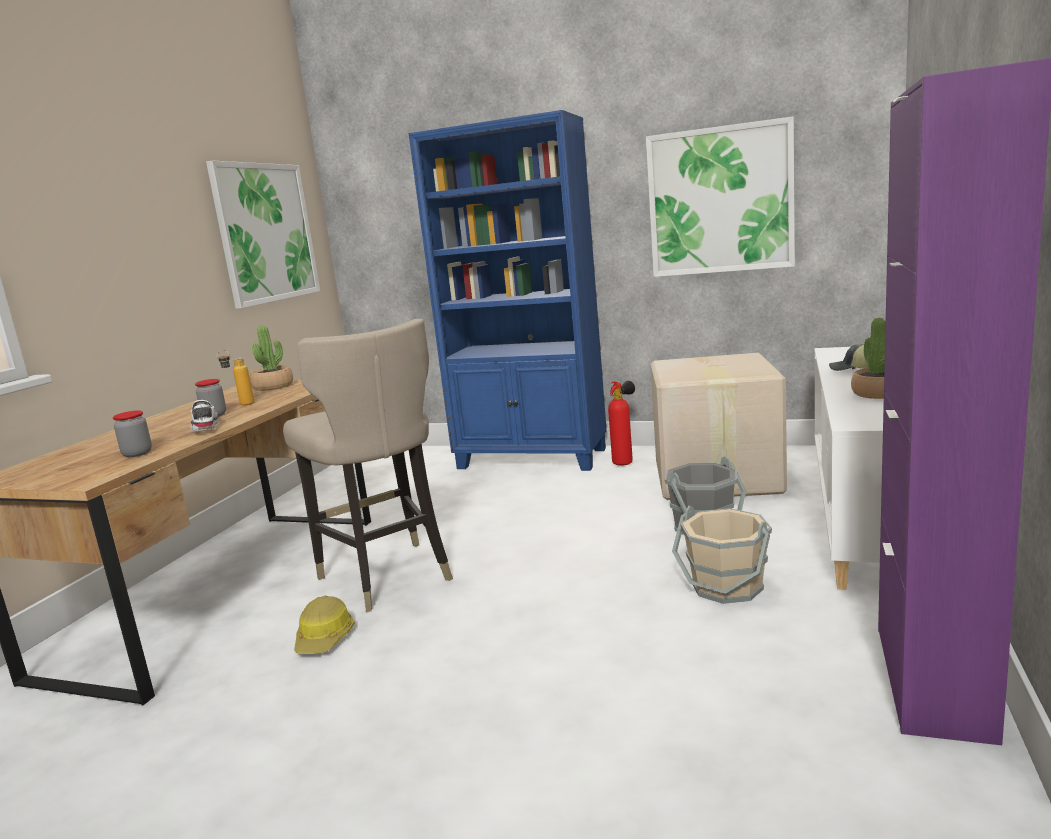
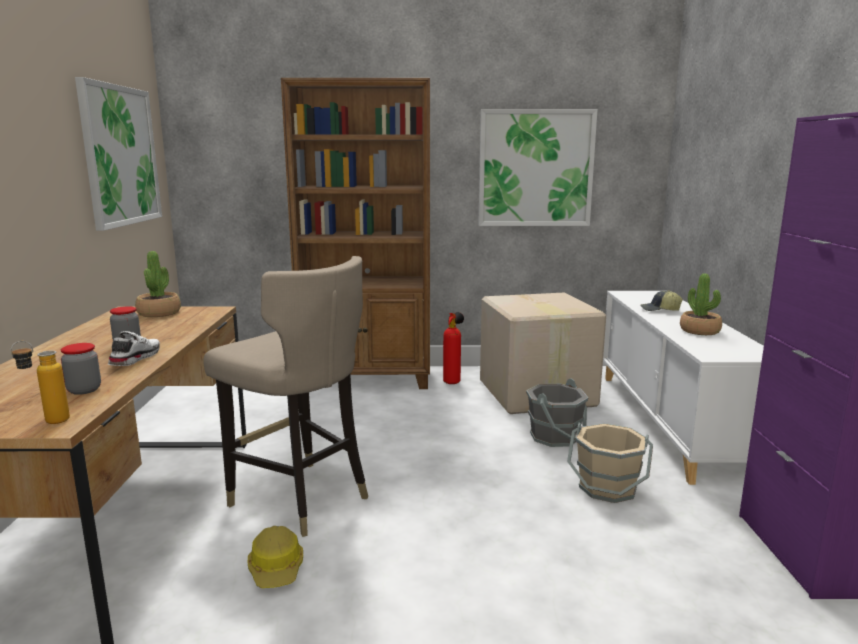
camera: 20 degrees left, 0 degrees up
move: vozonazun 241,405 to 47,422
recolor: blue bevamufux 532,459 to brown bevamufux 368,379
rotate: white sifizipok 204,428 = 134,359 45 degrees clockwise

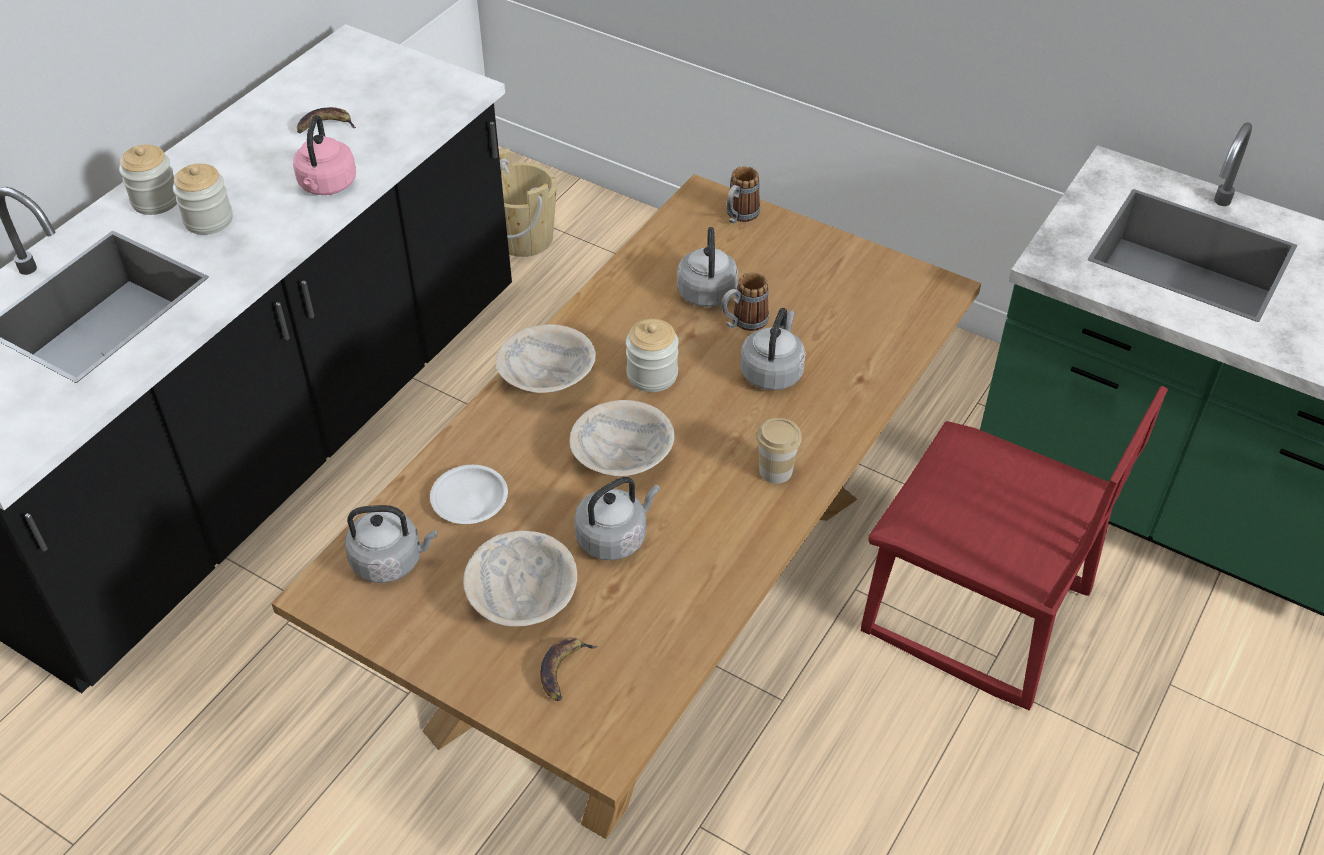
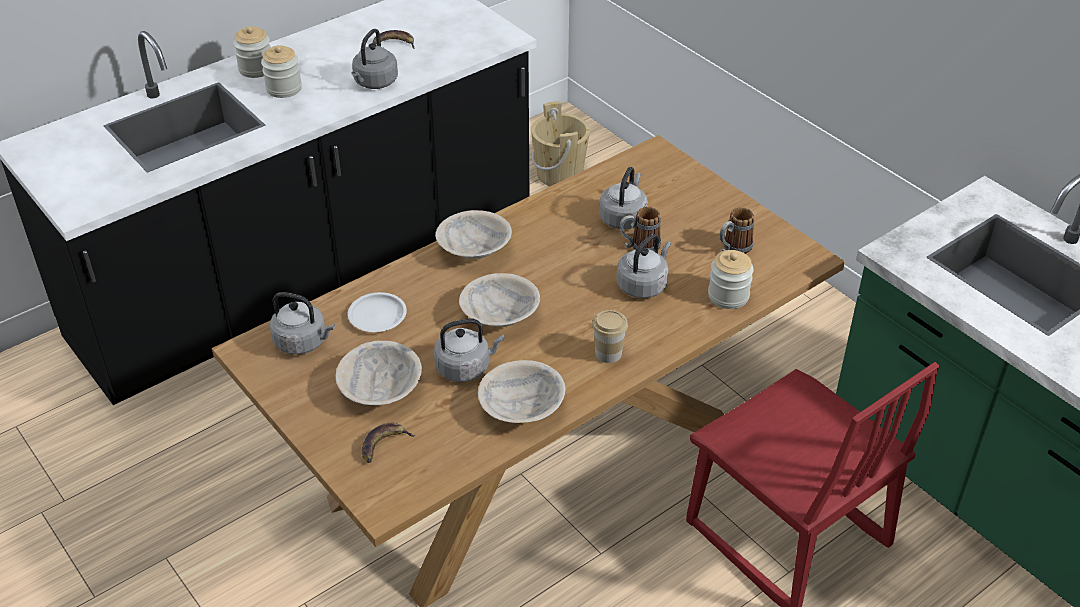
camera: 20 degrees right, 5 degrees down
insert: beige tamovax 522,408
move: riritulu 652,375 to 728,296; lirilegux 739,216 to 733,249
recolor: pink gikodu 327,186 to grey gikodu 374,83

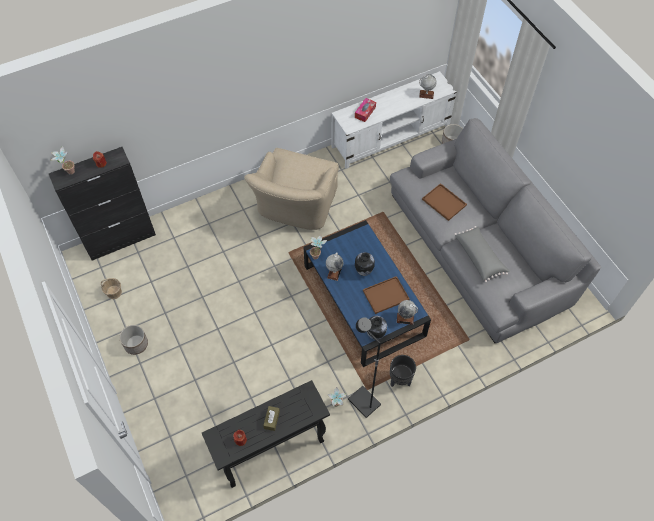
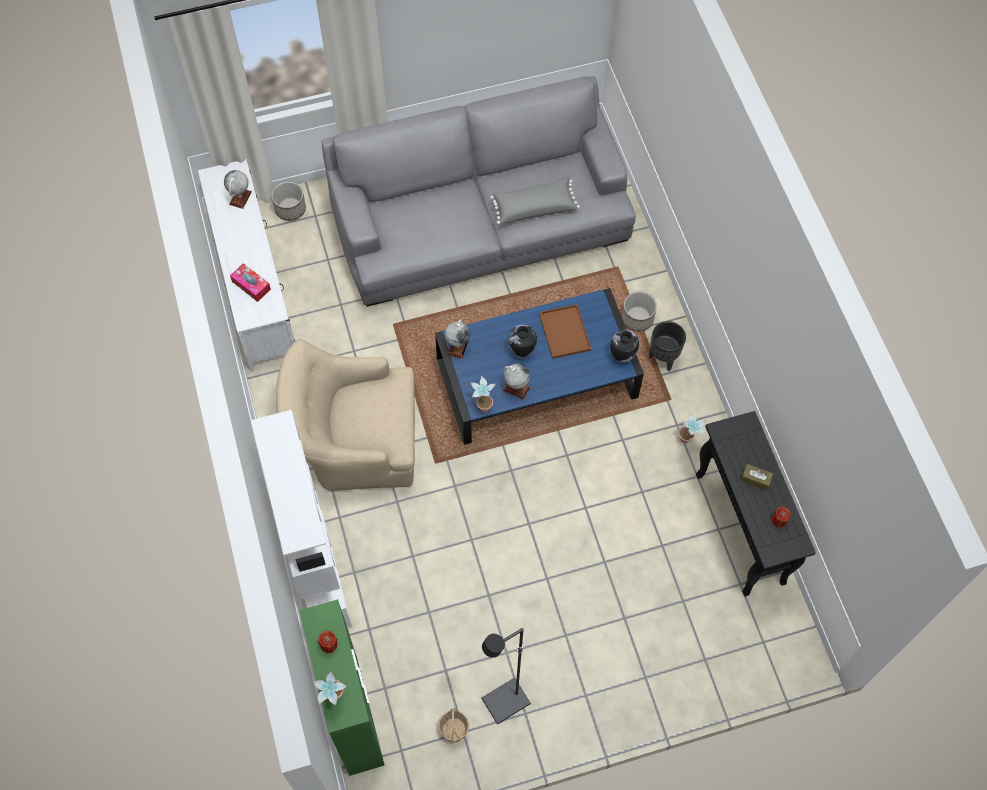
camera: 80 degrees left, 5 degrees up
delete: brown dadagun 445,202
insert: white bevamufux 318,571
move: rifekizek 136,344 to 637,319; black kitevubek 363,402 to 506,702; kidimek 405,318 to 458,347
recolor: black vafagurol 121,239 to green vafagurol 353,714
rotate: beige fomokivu 295,207 = 354,441 150 degrees clockwise

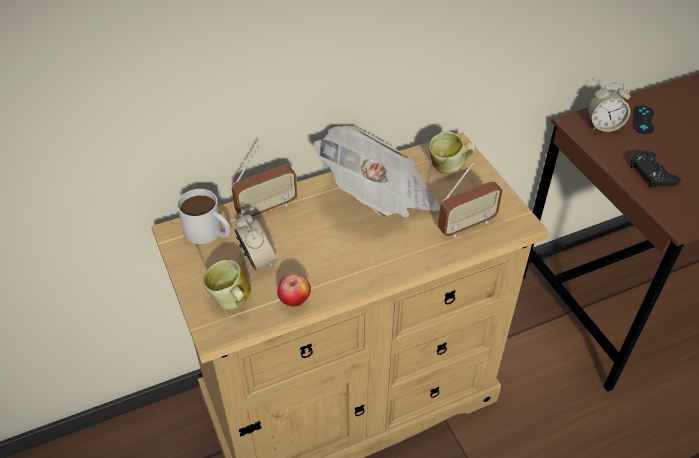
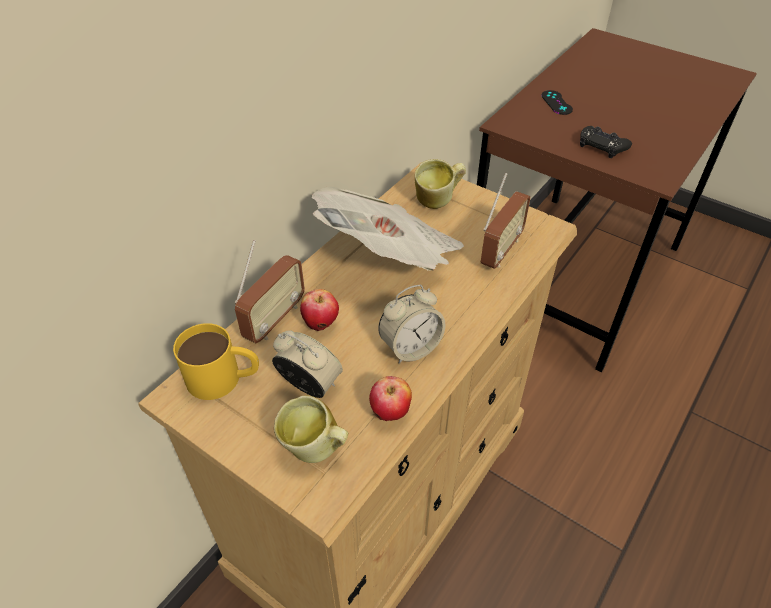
camera: 30 degrees left, 0 degrees up
insert: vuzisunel 321,324
move: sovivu 603,126 to 410,348
recolor: white lirilegux 209,233 to yellow lirilegux 224,378

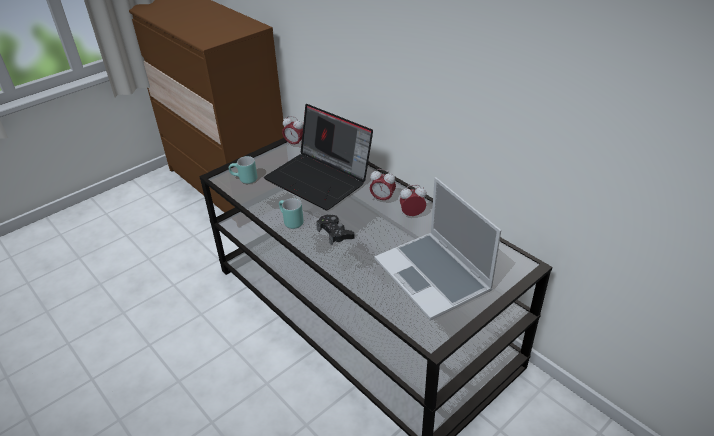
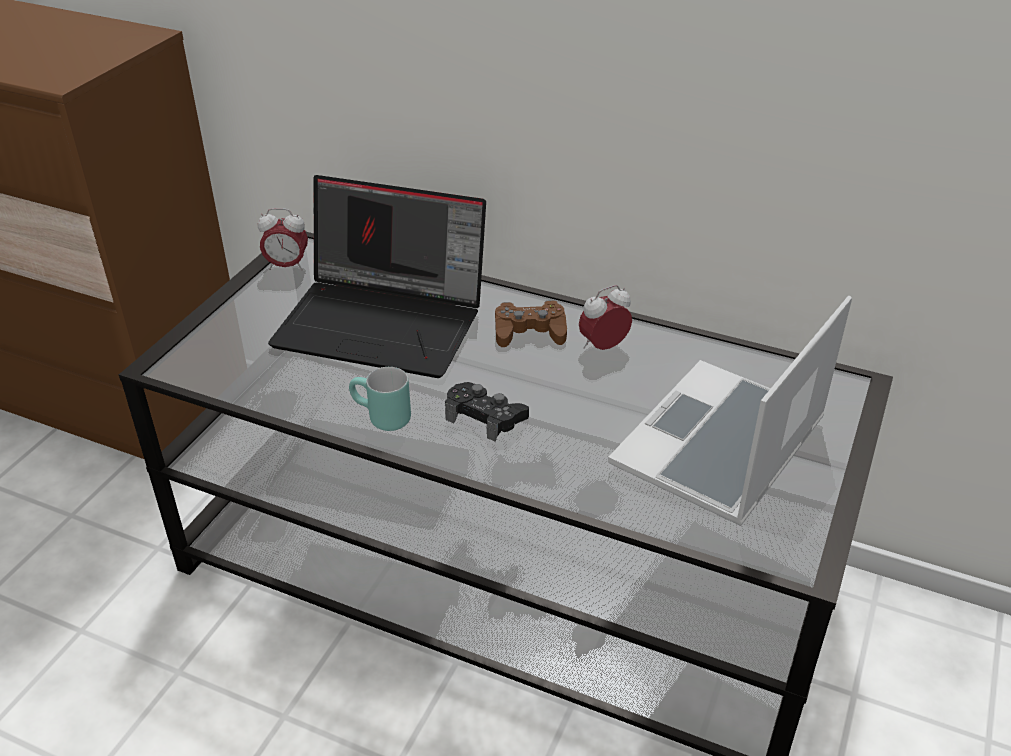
camera: 25 degrees left, 0 degrees up
delete: turquoise lirilegux 244,180
replace: sovivu 382,199 to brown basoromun 530,332
rotate: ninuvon 434,276 = 720,447 90 degrees clockwise

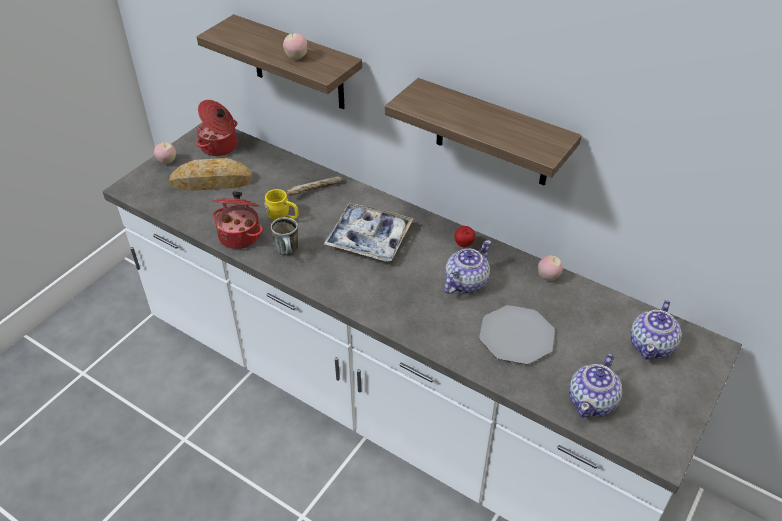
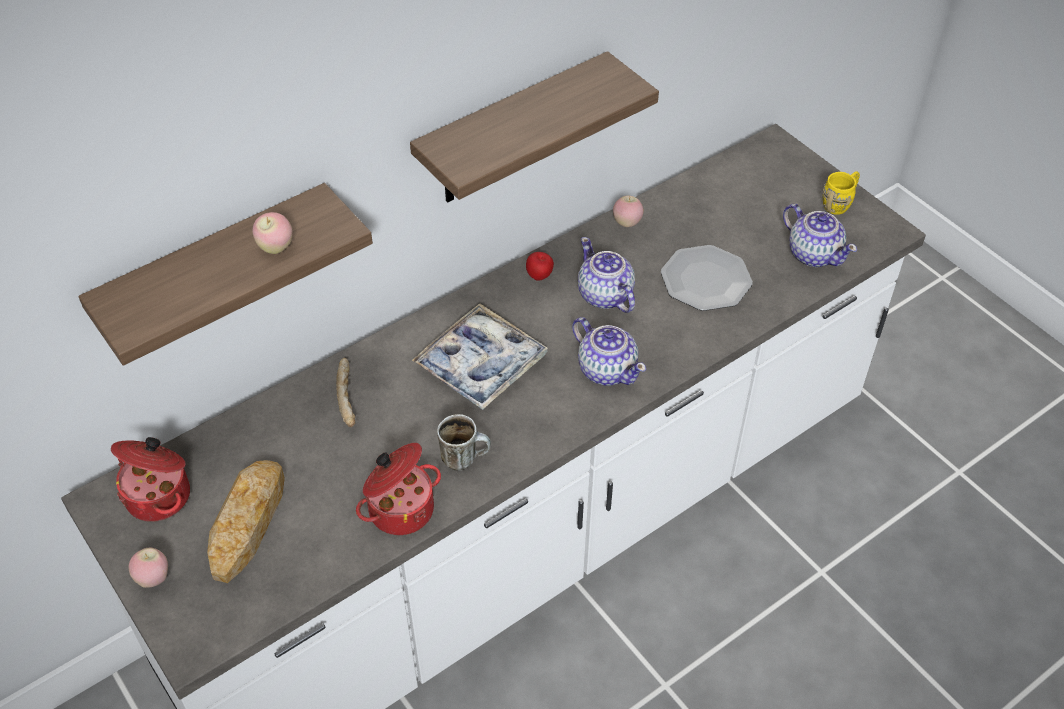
camera: 70 degrees left, 5 degrees up
move: yellow lirilegux 283,217 to 840,203; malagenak 652,345 to 607,369

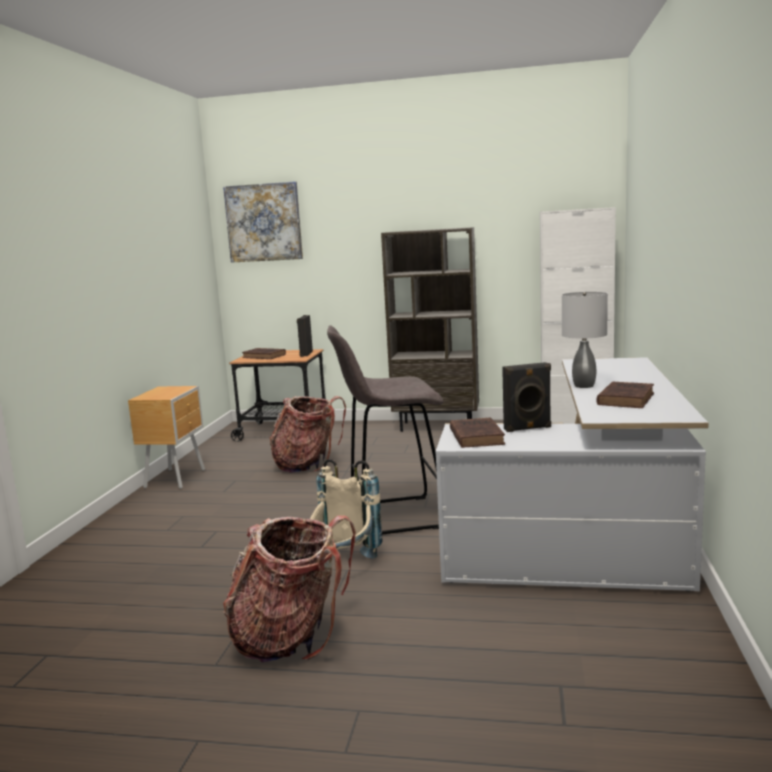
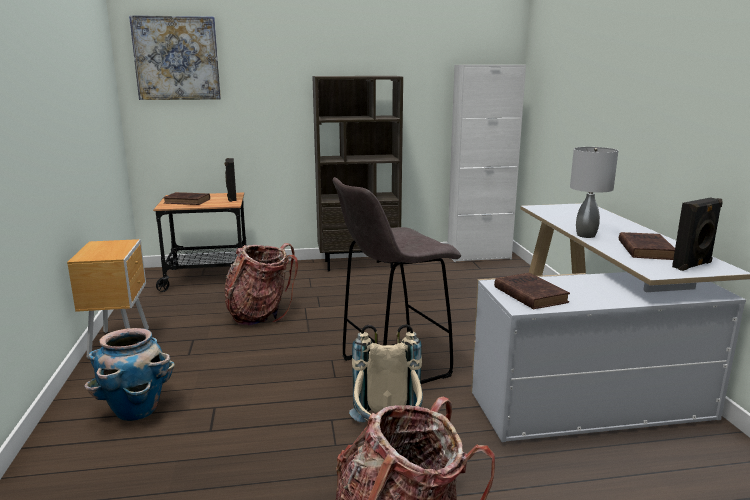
camera: 20 degrees left, 5 degrees up
insert: rifekizek 136,410
move: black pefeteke 527,428 to 693,265

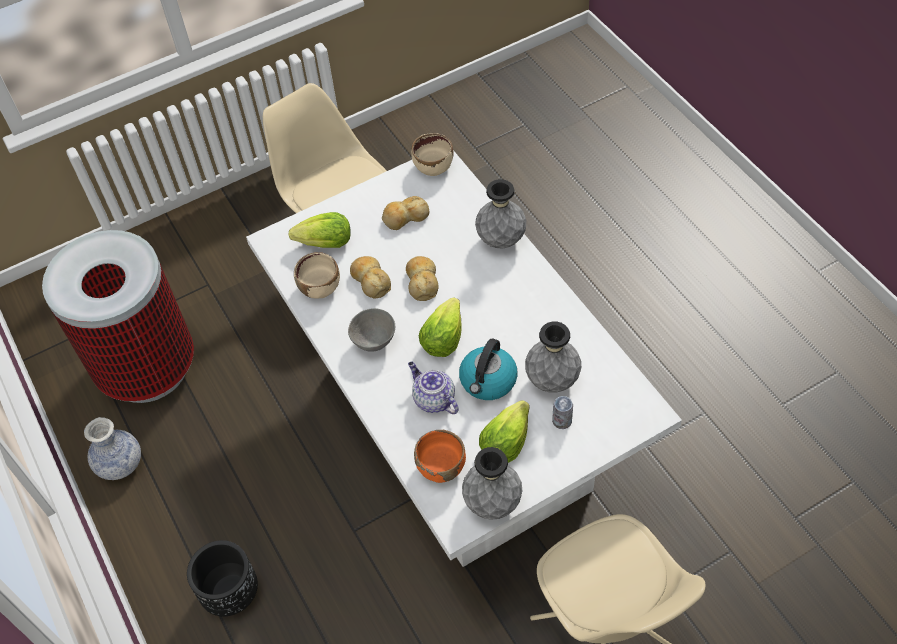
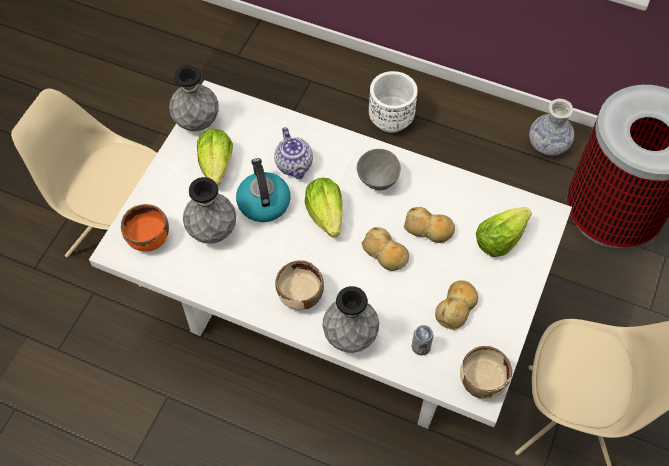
camera: 140 degrees right, 5 degrees up
move: beige tamovax 320,288 to 300,295; orange tamovax 441,466 to 149,239; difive 562,421 to 421,347
recolor: black rifekizek 231,593 to white rifekizek 391,120
rotate: malagenak 433,399 = 295,165 60 degrees clockwise

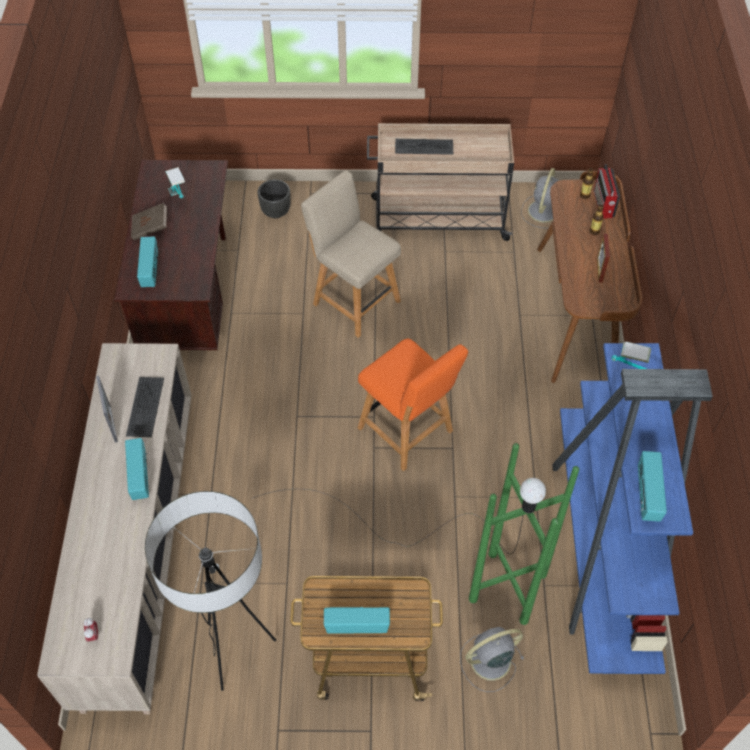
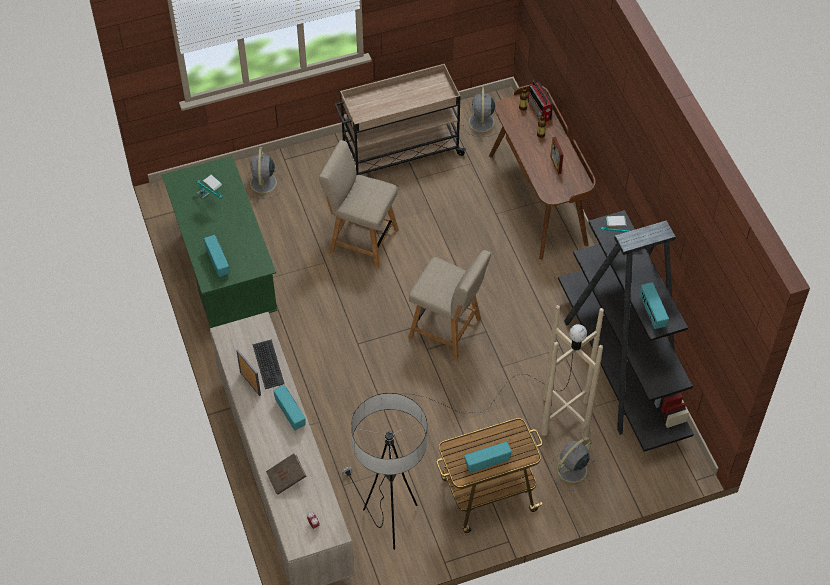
camera: 20 degrees left, 0 degrees up
delete: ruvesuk 424,146
move: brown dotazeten 151,229 to 286,478
replace: black rifekizek 276,212 to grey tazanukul 263,184
recolor: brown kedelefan 189,297 to green kedelefan 226,276; green kitevubek 450,554 to beige kitevubek 515,408; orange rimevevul 408,432 to beige rimevevul 448,330; blue bevamufux 602,548 to black bevamufux 621,370

